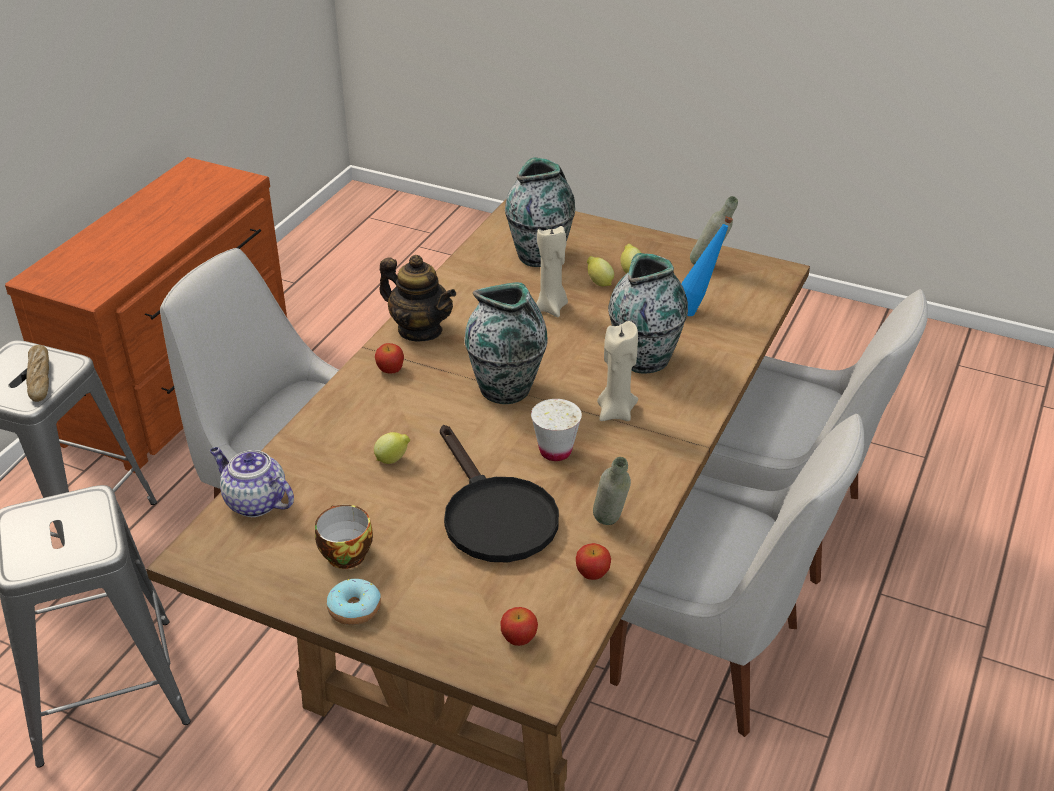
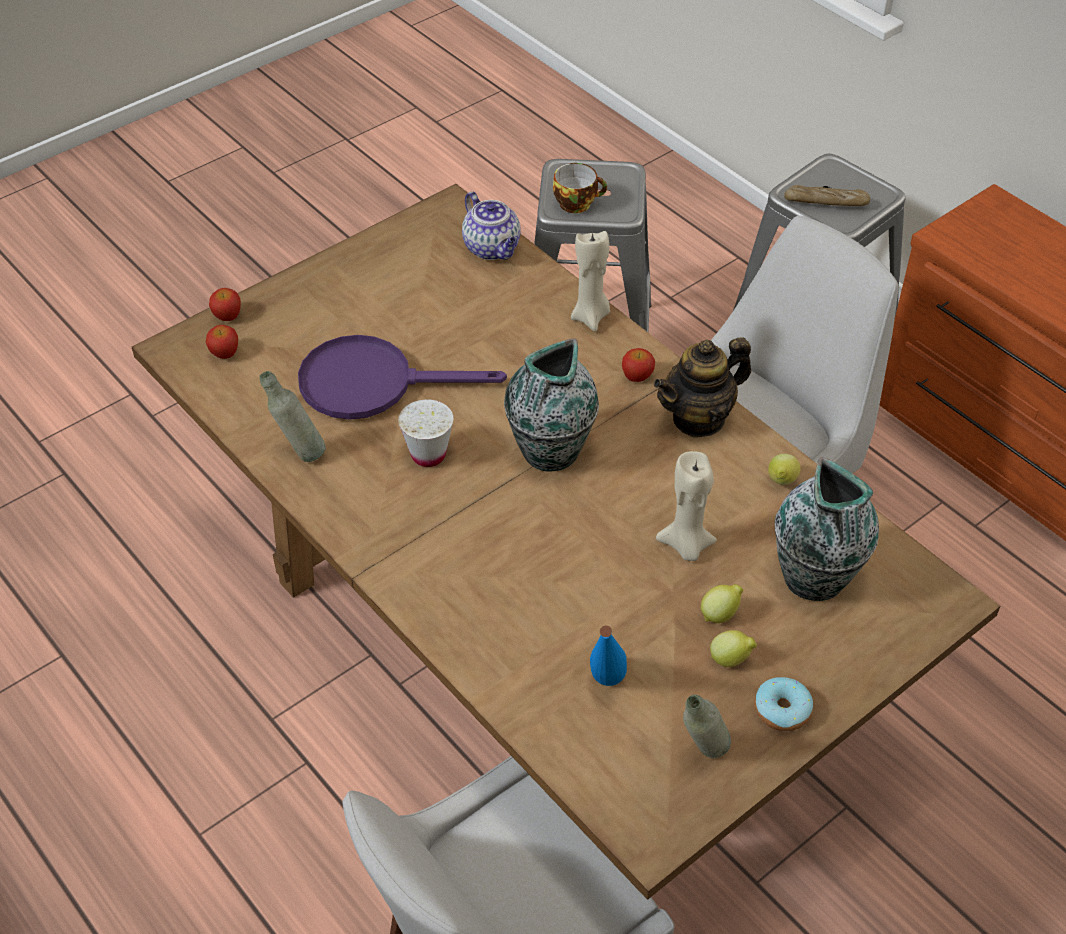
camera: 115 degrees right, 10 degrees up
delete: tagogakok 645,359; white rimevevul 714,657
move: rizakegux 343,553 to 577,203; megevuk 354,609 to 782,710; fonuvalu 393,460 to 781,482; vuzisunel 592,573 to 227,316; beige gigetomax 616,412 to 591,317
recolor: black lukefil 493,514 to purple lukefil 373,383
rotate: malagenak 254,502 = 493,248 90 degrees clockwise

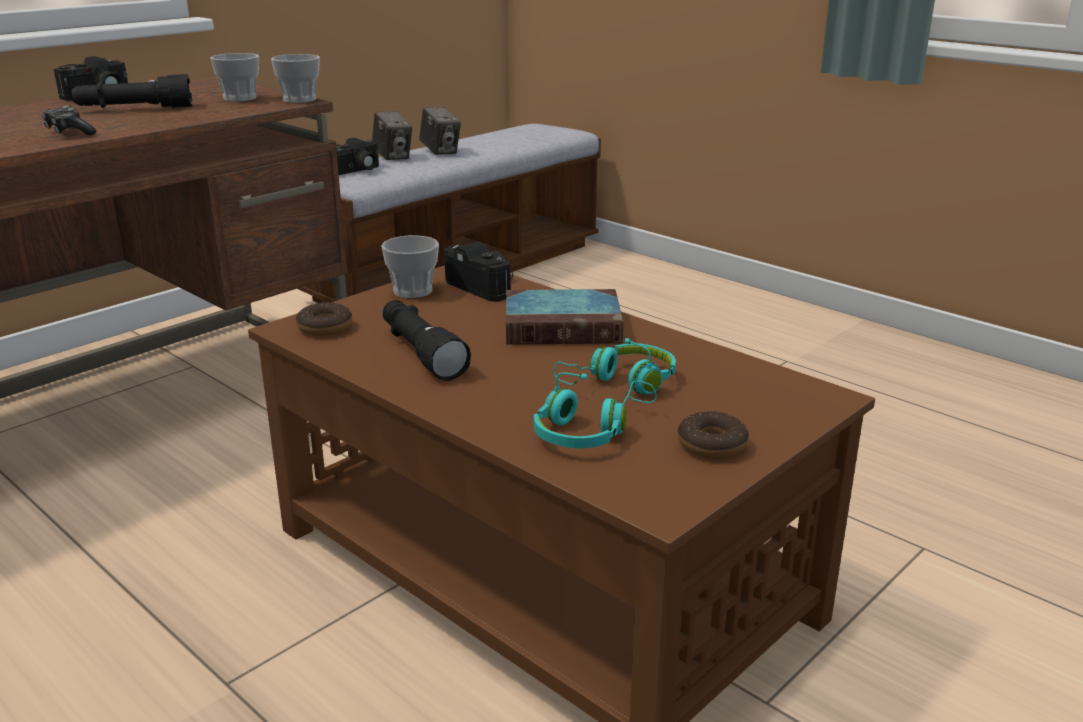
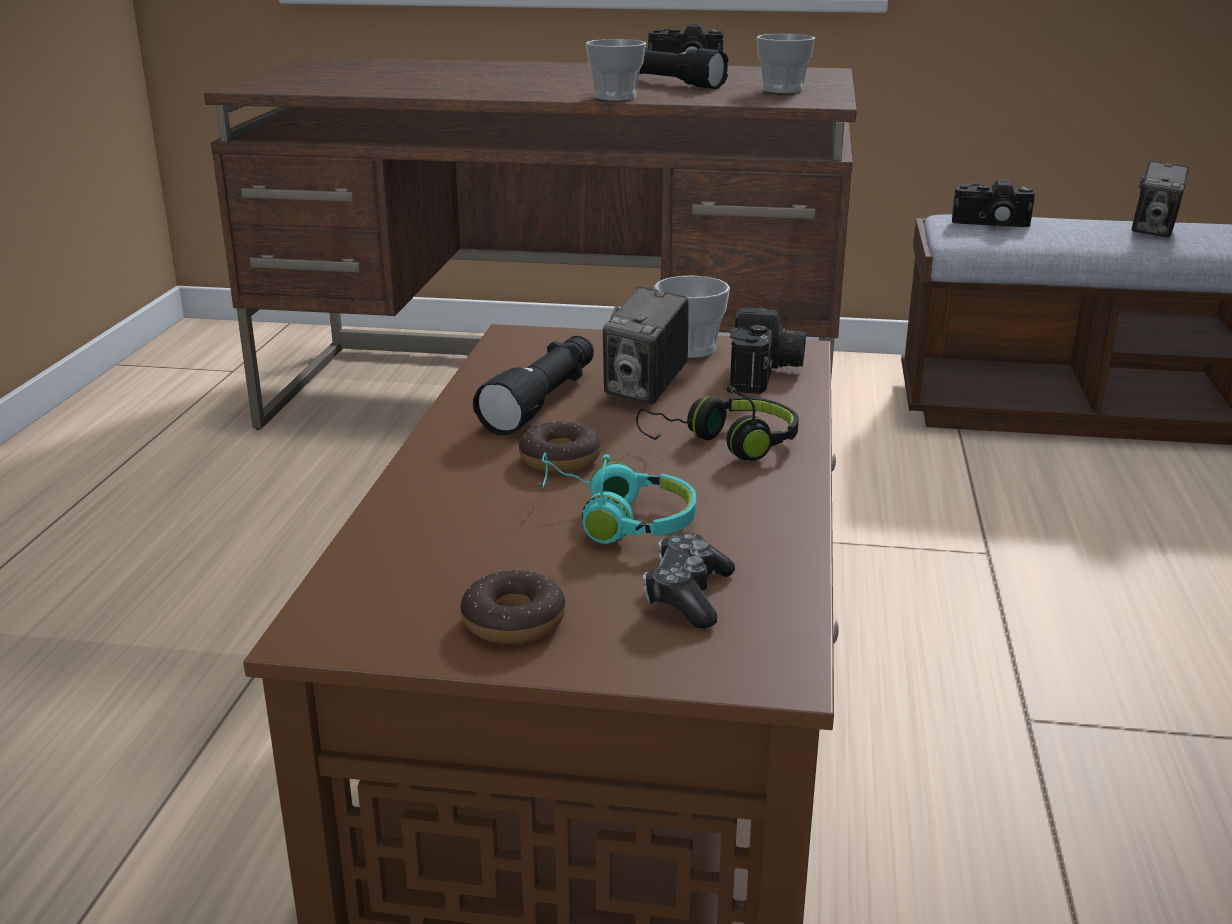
camera: 55 degrees right, 0 degrees up
delete: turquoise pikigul 590,430
move: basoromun 69,132 to 687,595; rizakegux 299,100 to 615,97; megevuk 325,327 to 560,459; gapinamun 393,157 to 646,389
replace: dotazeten 565,327 to black pikigul 725,444

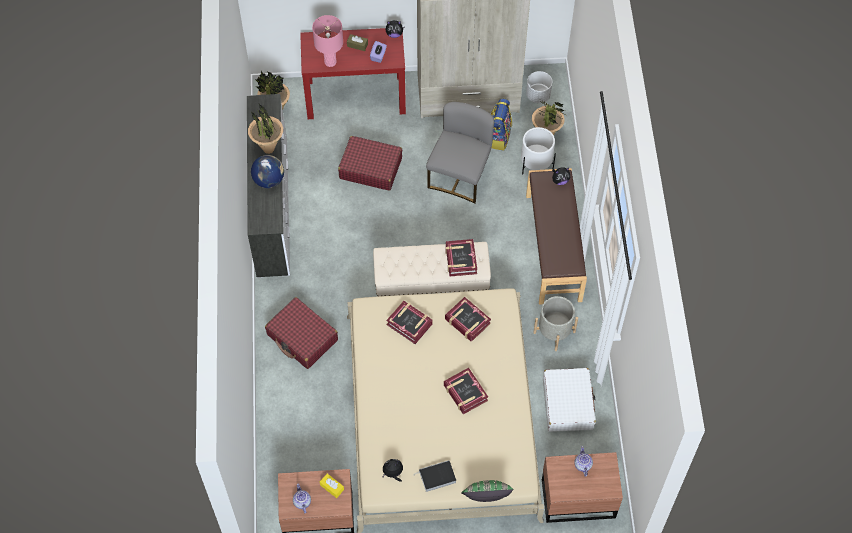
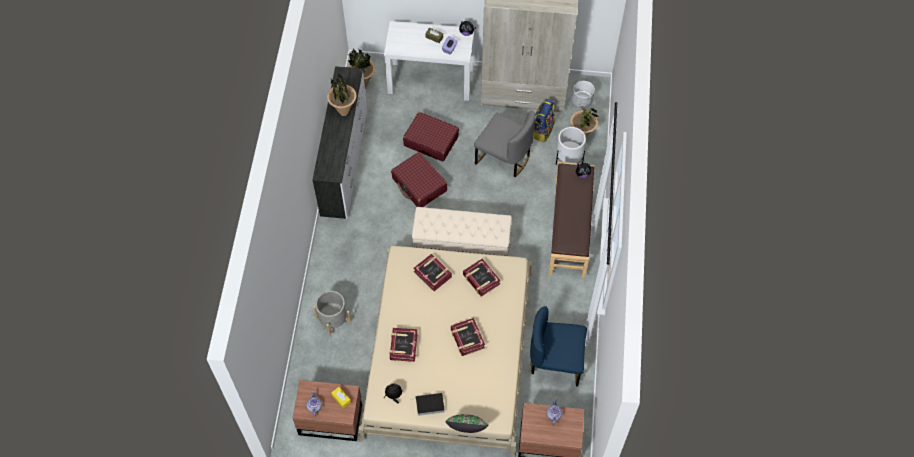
camera: 10 degrees right, 0 degrees up
delete: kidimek 269,180; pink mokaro 330,62
move: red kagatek 302,338 to 419,185; dotazeten 460,260 to 403,346; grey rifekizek 554,332 to 333,320
replace: white kagatek 567,404 to blue rimevevul 555,361
recolor: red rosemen 356,96 to white rosemen 431,80
rotate: grey rimevevul 460,175 = 504,158 90 degrees clockwise

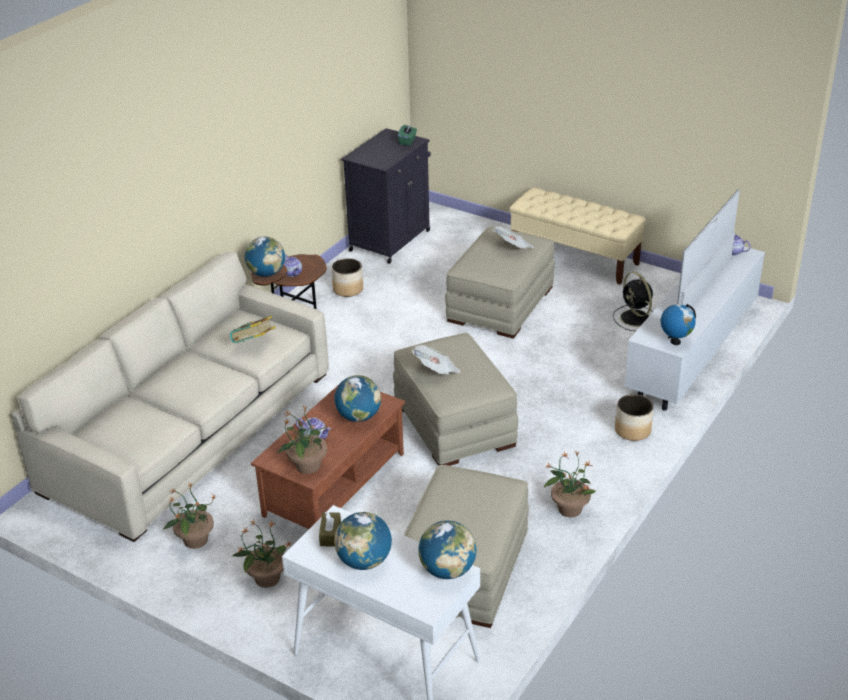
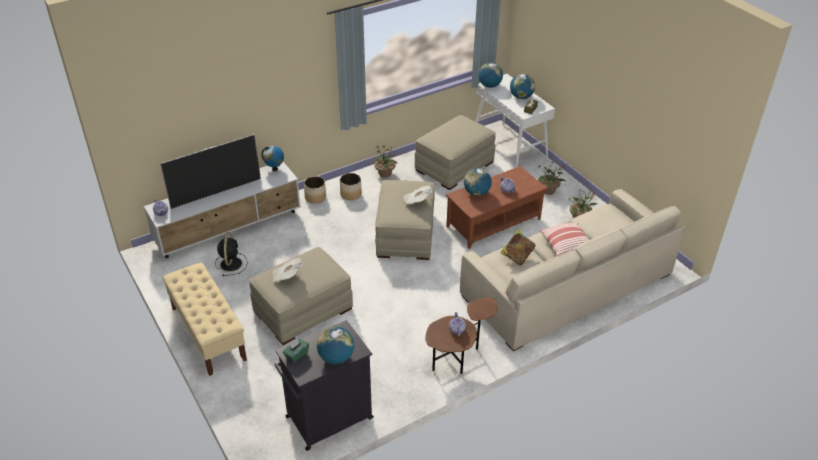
camera: 155 degrees left, 5 degrees up
delete: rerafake 307,466
insert: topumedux 567,246
move: kidimek 266,273 to 336,358; rifekizek 348,289 to 350,194

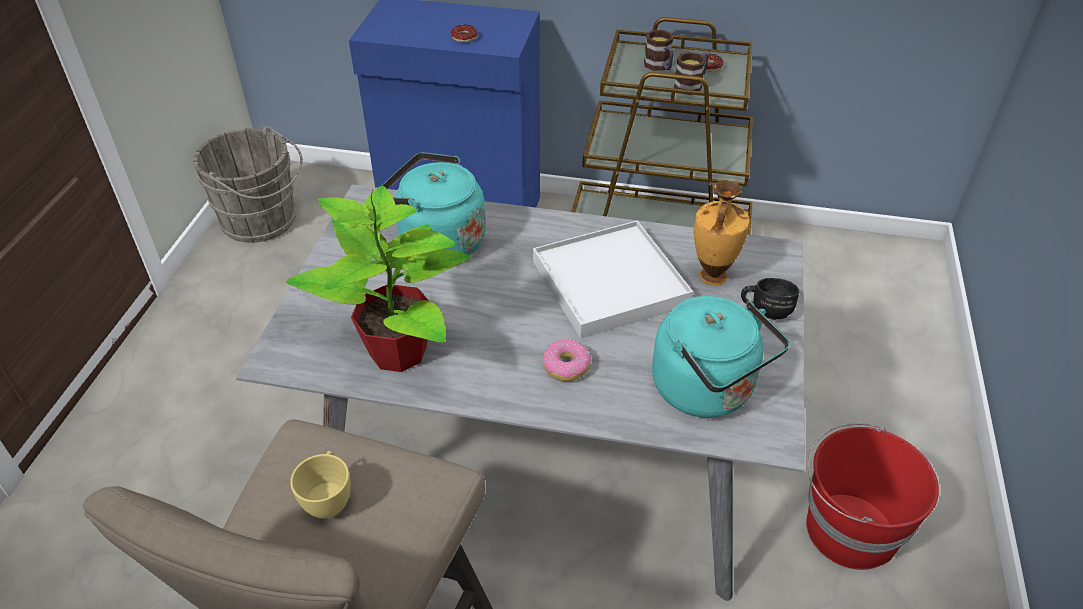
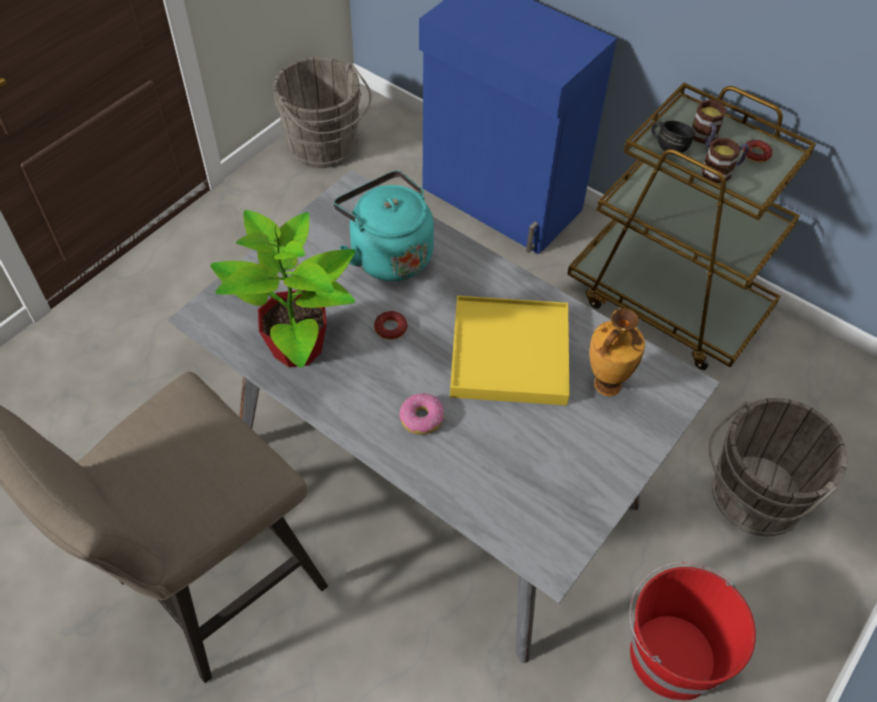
camera: 25 degrees right, 10 degrees up
delete: yellow rizakegux 329,498; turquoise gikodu 708,390
insert: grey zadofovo 751,499
move: megevuk 464,37 to 390,328; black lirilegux 766,310 to 668,146
recolor: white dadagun 610,282 to yellow dadagun 510,354

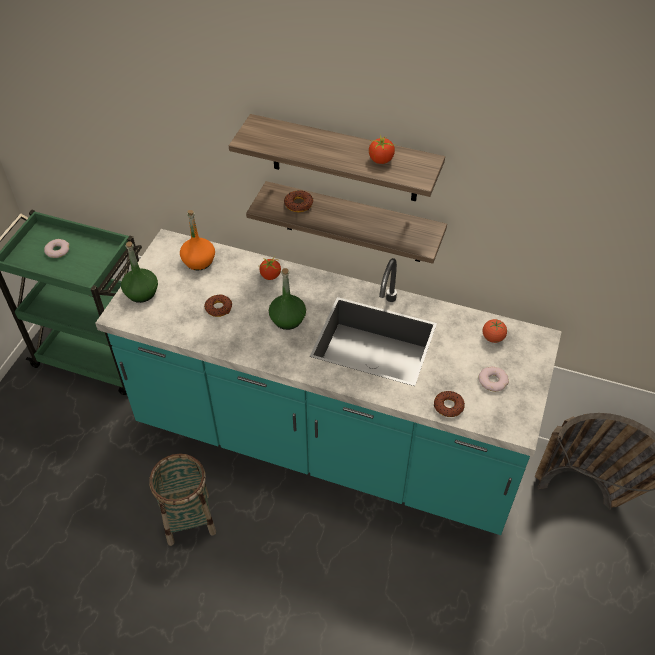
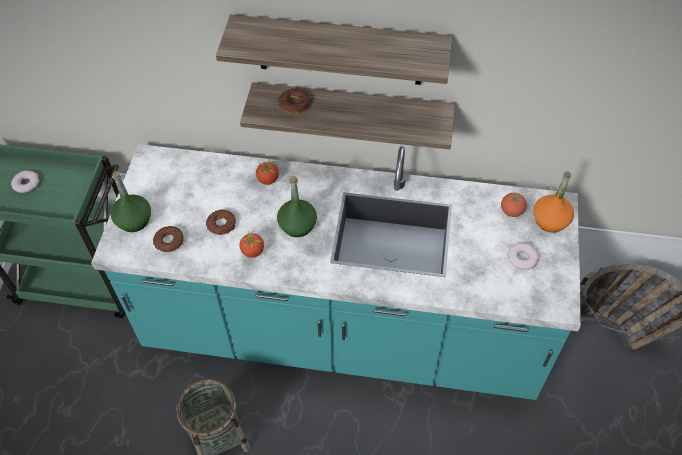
camera: 10 degrees left, 5 degrees up
move: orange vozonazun 199,261 to 550,220; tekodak 381,160 to 253,251; megevuk 448,406 to 169,241

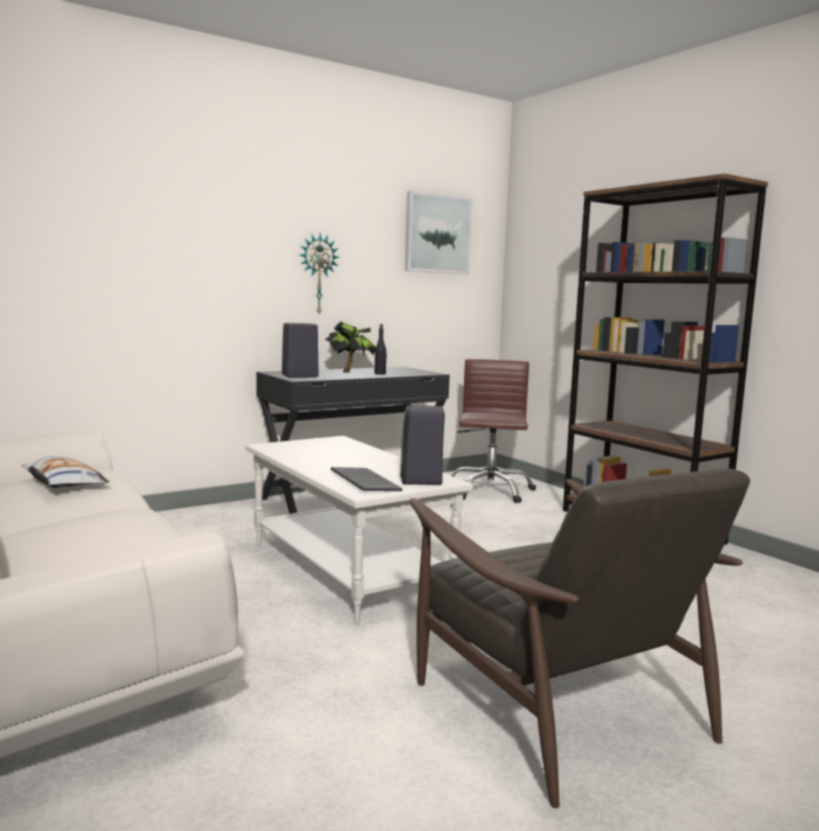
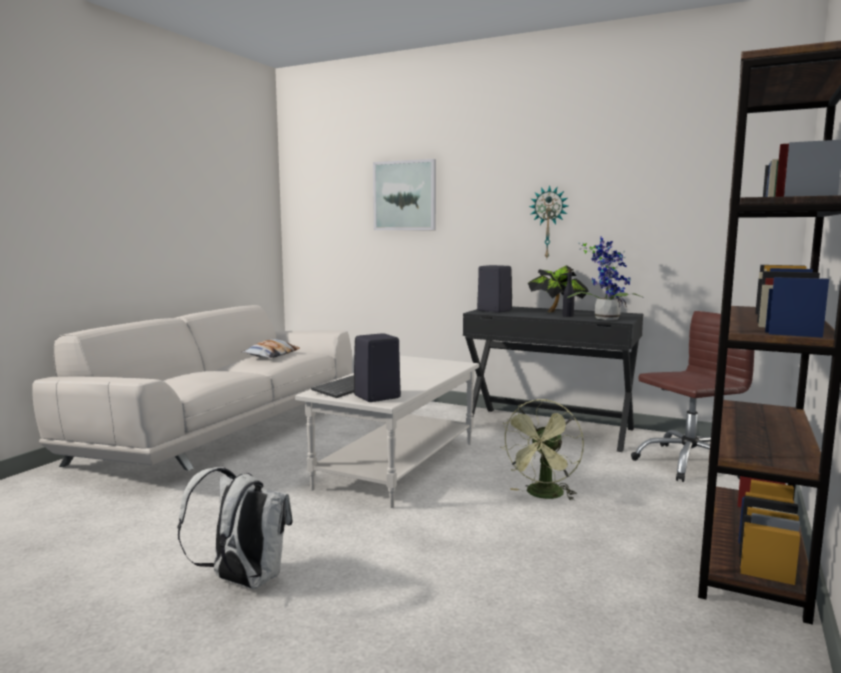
camera: 60 degrees right, 0 degrees up
insert: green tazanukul 543,495; rerafake 606,318
move: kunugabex 437,234 to 405,195
replace: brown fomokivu 555,704 to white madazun 242,581

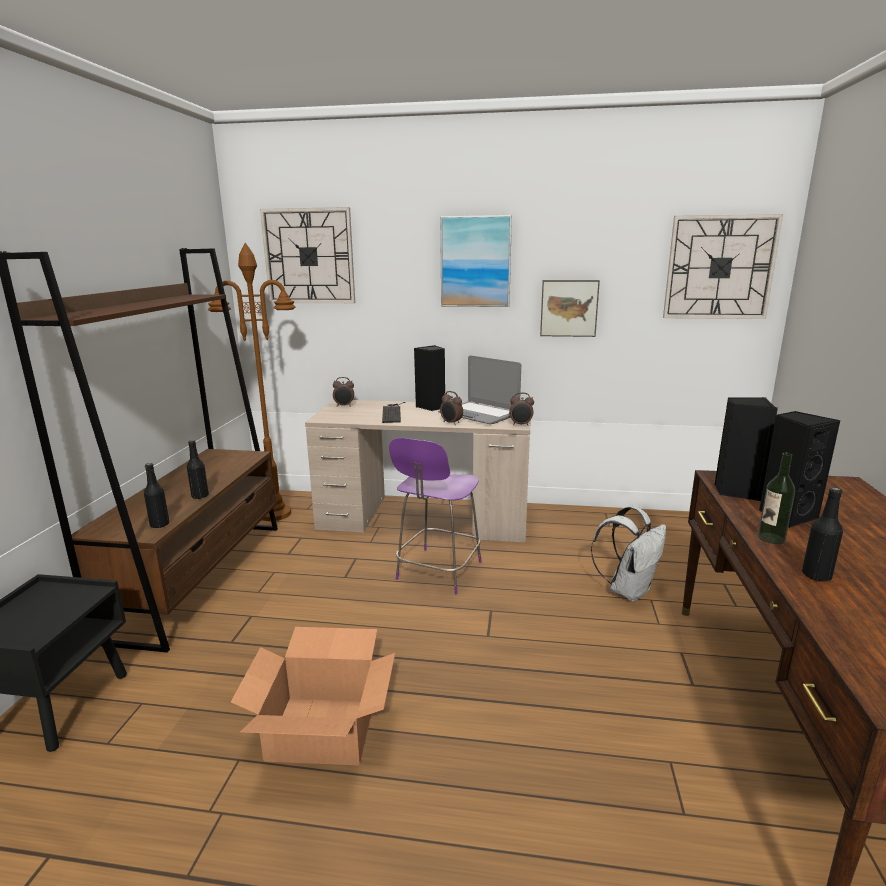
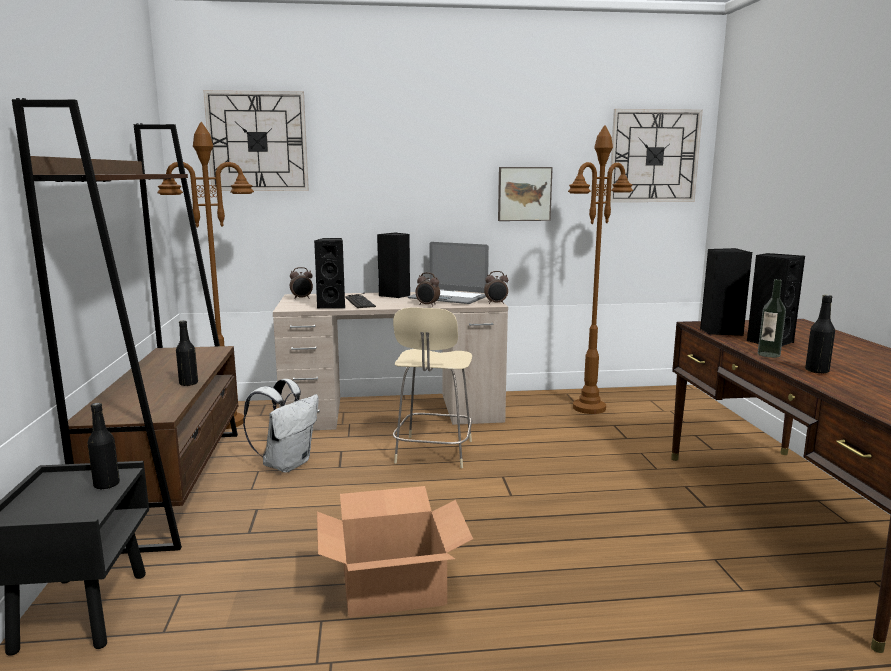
camera: 15 degrees left, 5 degrees down
delete: kunugabex 475,262
insert: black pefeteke 333,306; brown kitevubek 589,408
move: black vozonazun 160,525 to 106,485; white madazun 628,590 to 287,464
recolor: purple rimevevul 438,572 to beige rimevevul 433,453

